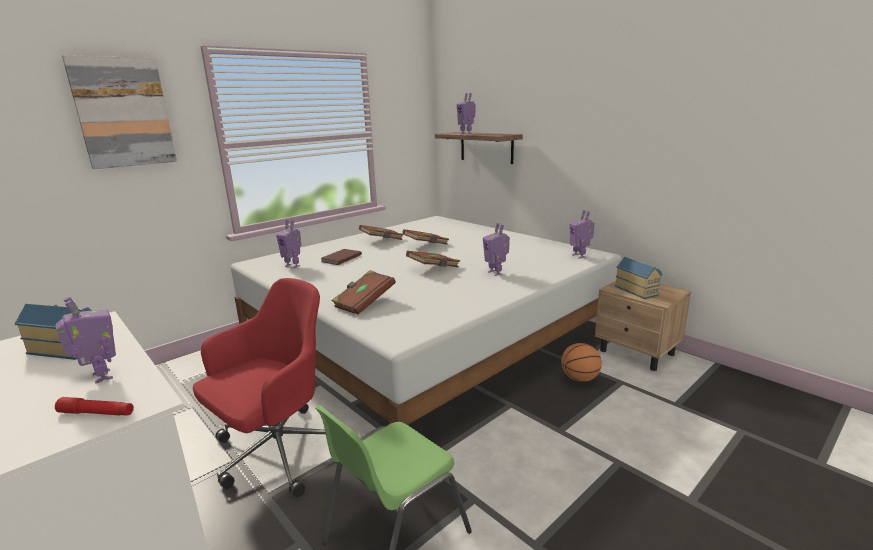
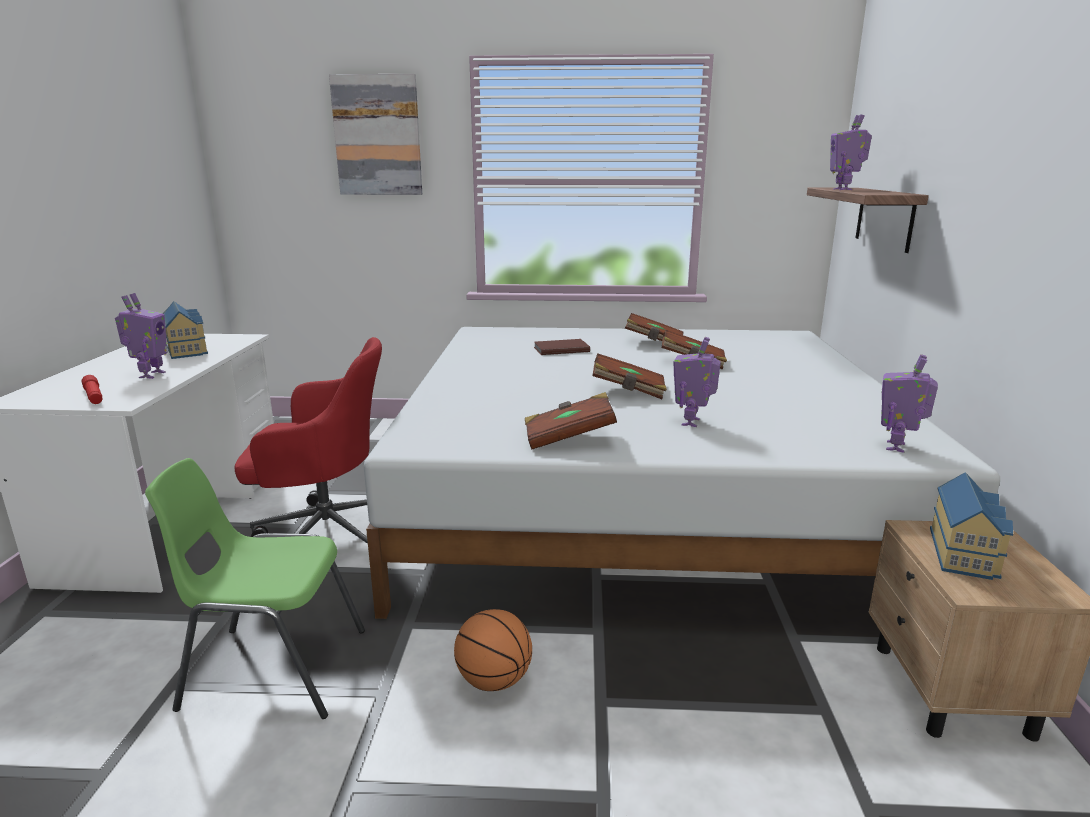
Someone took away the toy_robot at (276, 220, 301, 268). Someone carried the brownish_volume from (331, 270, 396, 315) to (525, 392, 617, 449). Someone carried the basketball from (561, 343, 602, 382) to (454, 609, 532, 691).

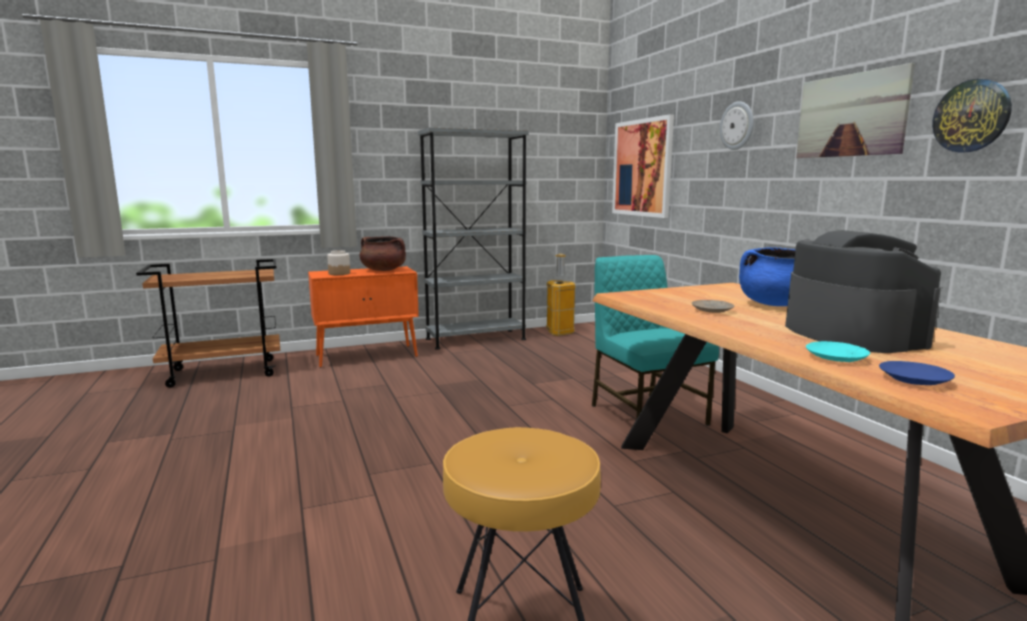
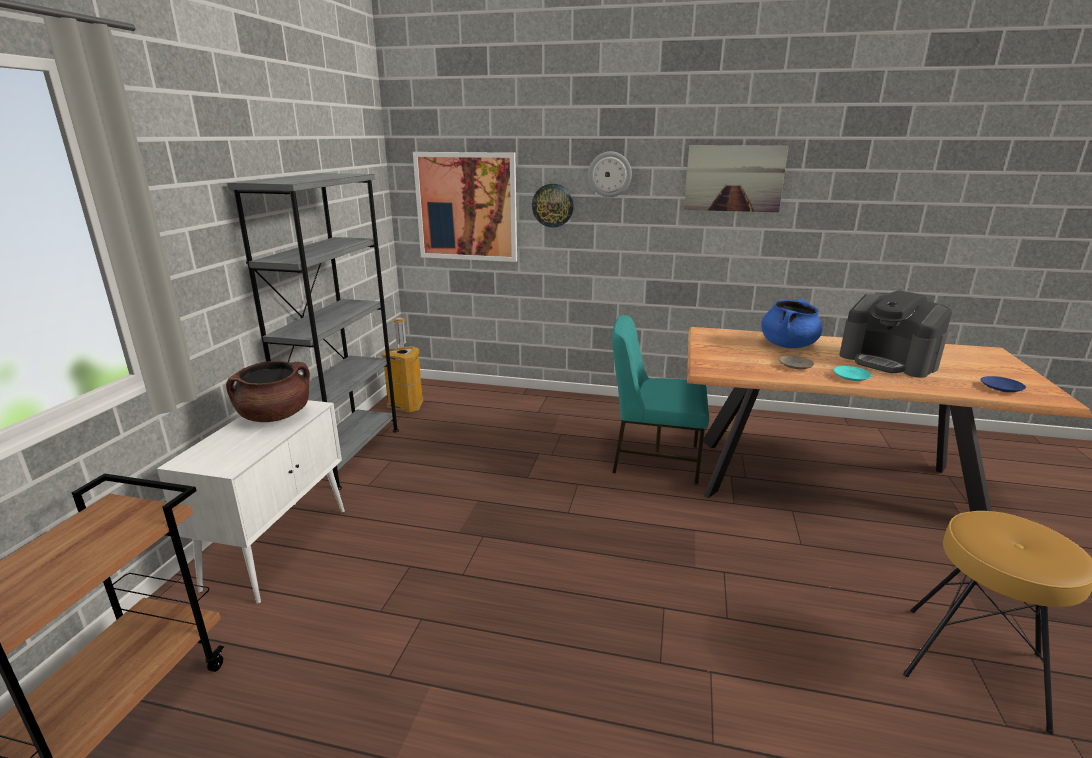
Someone carried the hanging_clock from (932, 79, 1012, 153) to (532, 184, 574, 228). Someone rotated the coffee_maker at (785, 230, 941, 353) by 150 degrees counterclockwise. Someone took away the storage_jar at (327, 250, 350, 275). Someone repainted the orangey_cupboard at (308, 266, 419, 368), which became the whitish_cupboard at (157, 400, 345, 604). Someone carried the turquoise_plate from (806, 341, 870, 362) to (834, 366, 871, 381).

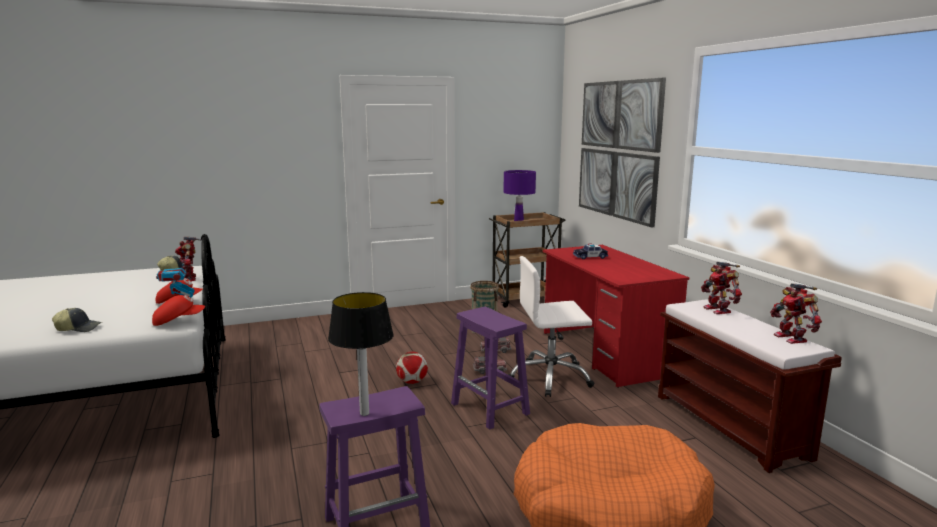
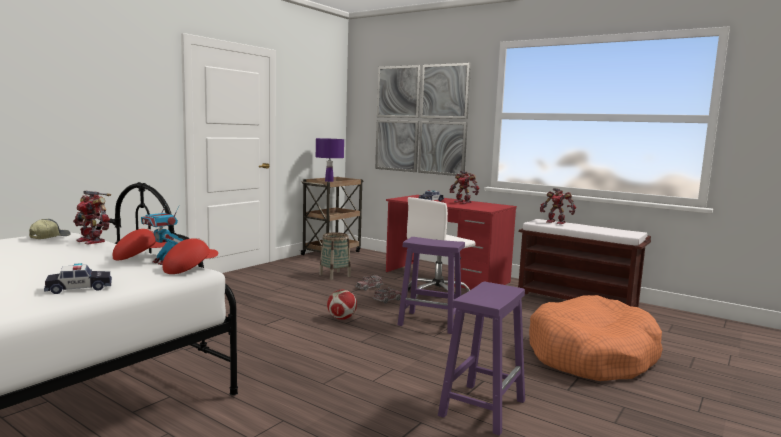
Someone carried the toy_robot from (770, 283, 822, 344) to (450, 171, 479, 204). Someone took away the tabletop_lamp at (328, 292, 394, 416). Someone swapped the cap at (52, 308, 102, 332) for the toy_car at (44, 263, 112, 294).

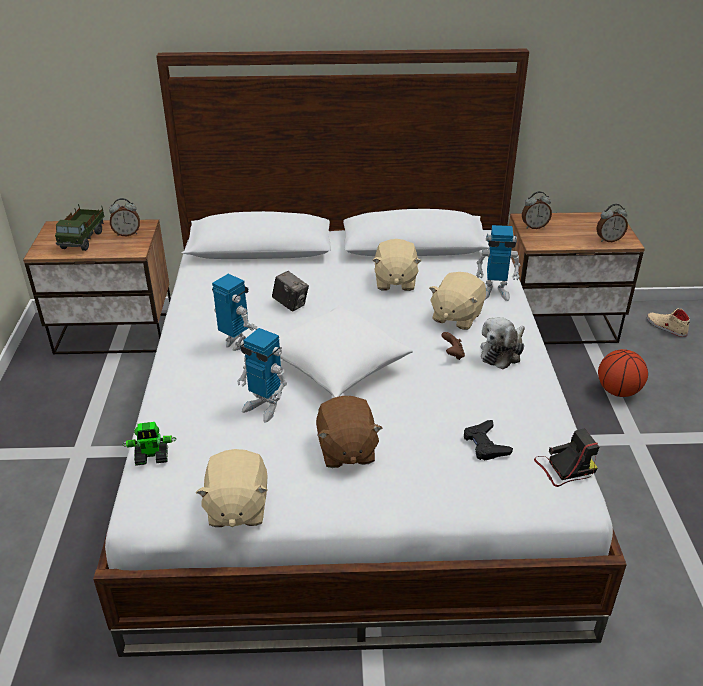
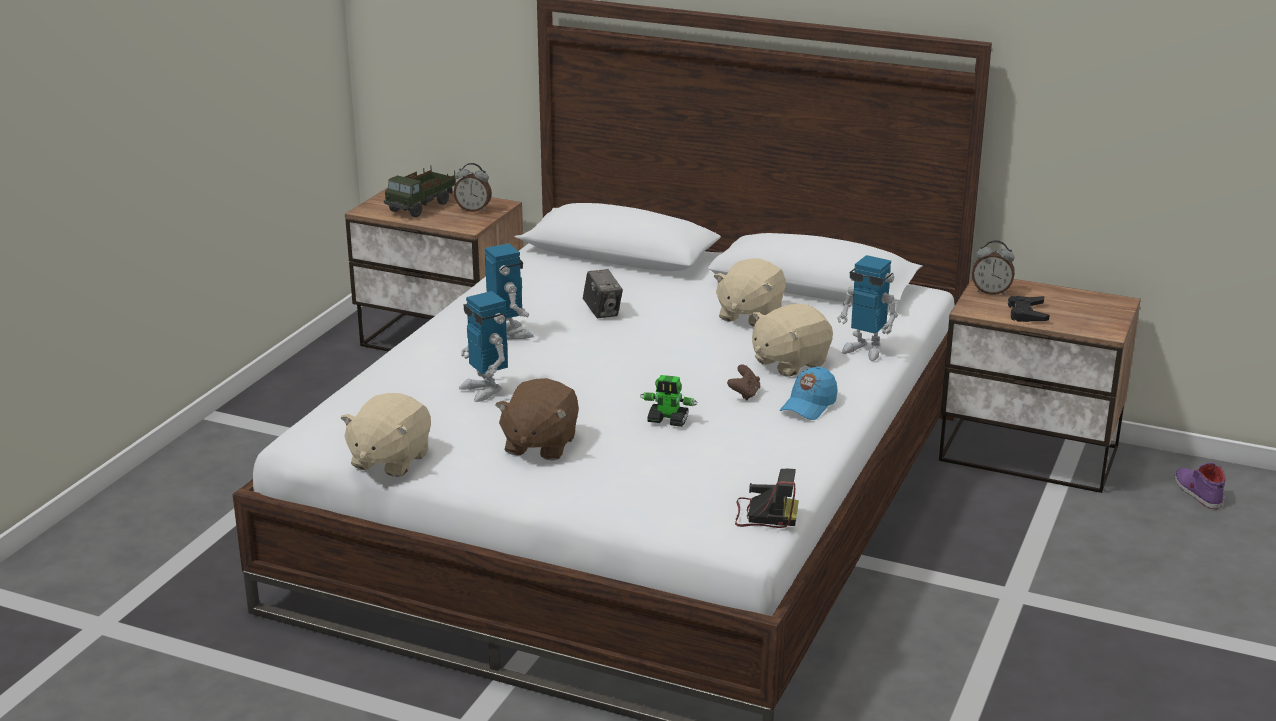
Someone took away the table_clock at (597, 204, 628, 242). Someone took away the whitish_throw_pillow at (279, 305, 413, 398). Someone repainted the beige-coloured_low_shoe at (647, 308, 690, 337), which became the purple-coloured_low_shoe at (1175, 463, 1226, 509). Someone swapped the cuddly_toy at (481, 317, 525, 369) for the blue-coloured_cap at (779, 367, 837, 420). Someone took away the basketball at (598, 349, 648, 397). Someone carried the black-coloured_joypad from (464, 420, 513, 461) to (1008, 296, 1050, 322). Someone carried the toy_robot from (123, 422, 176, 466) to (640, 375, 698, 427).

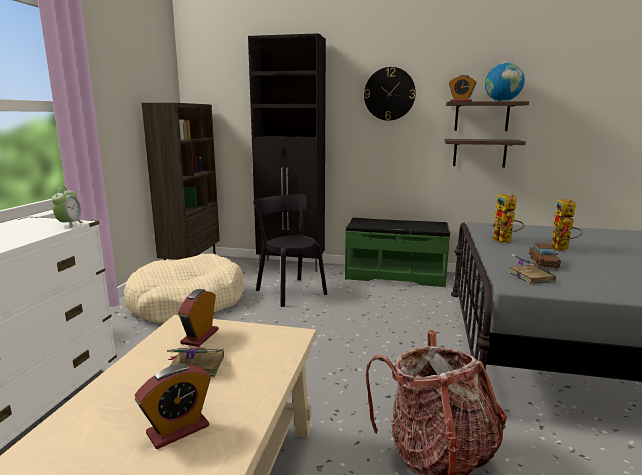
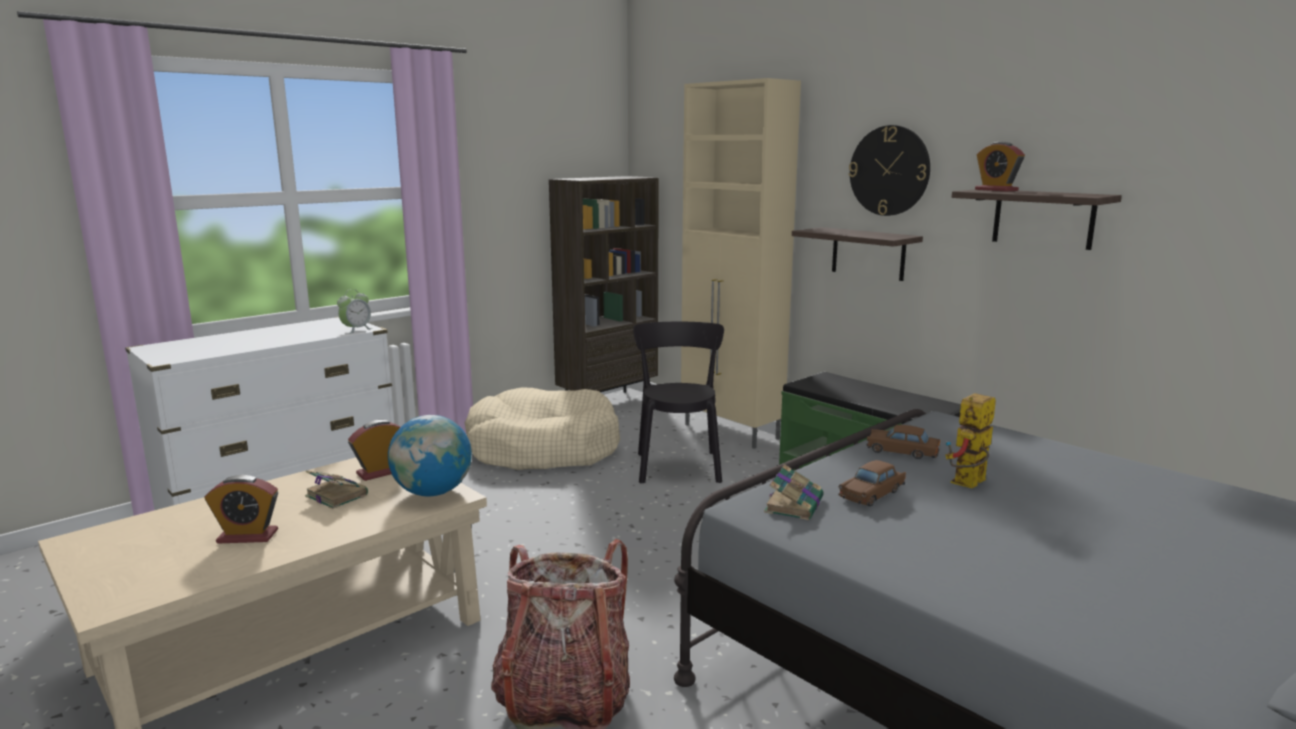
Someone repainted the black-coloured_cupboard at (248, 33, 326, 272), which became the beige-coloured_cupboard at (681, 78, 801, 449). Someone carried the desk_globe from (485, 63, 525, 101) to (388, 415, 472, 497). Someone carried the wall_shelf from (444, 139, 526, 168) to (792, 227, 923, 281). Someone swapped the toy_robot at (492, 194, 524, 243) for the brownish_toy_car at (866, 425, 940, 459).

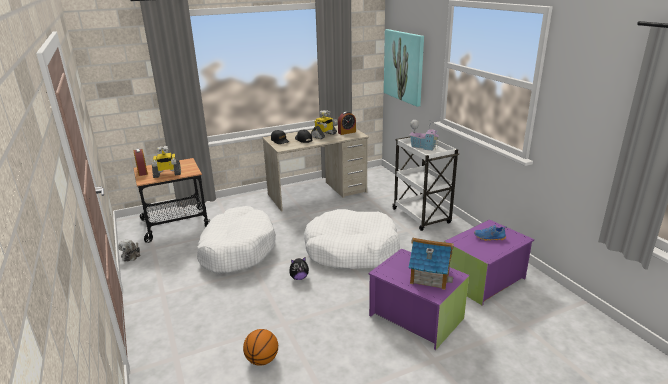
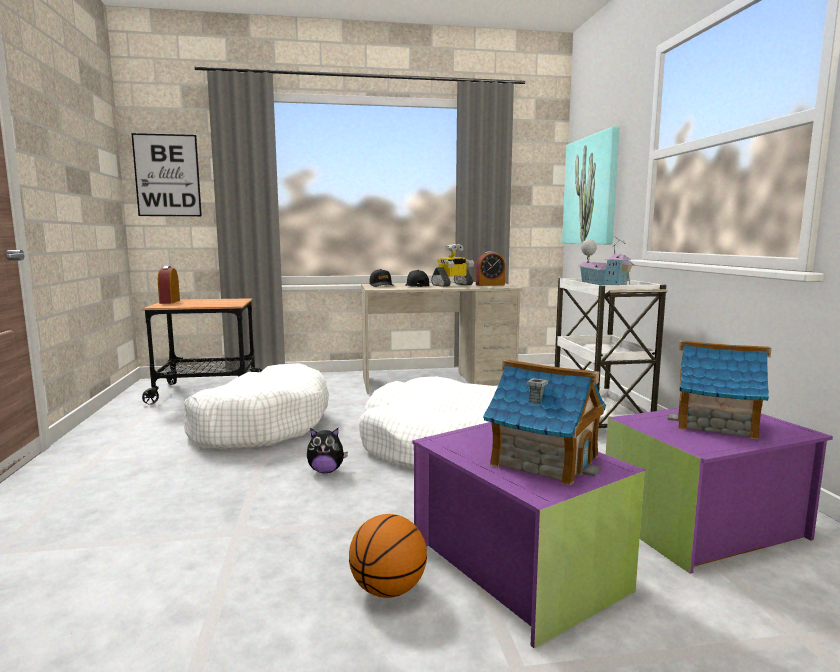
Someone took away the toy_robot at (152, 146, 181, 178). Someone swapped the blue-coloured_low_shoe at (474, 225, 507, 241) for the toy_house at (668, 340, 771, 440). Someone took away the cuddly_toy at (118, 240, 141, 262). Someone carried the basketball from (243, 329, 278, 366) to (349, 514, 427, 598). Someone put up the picture at (131, 133, 202, 216).

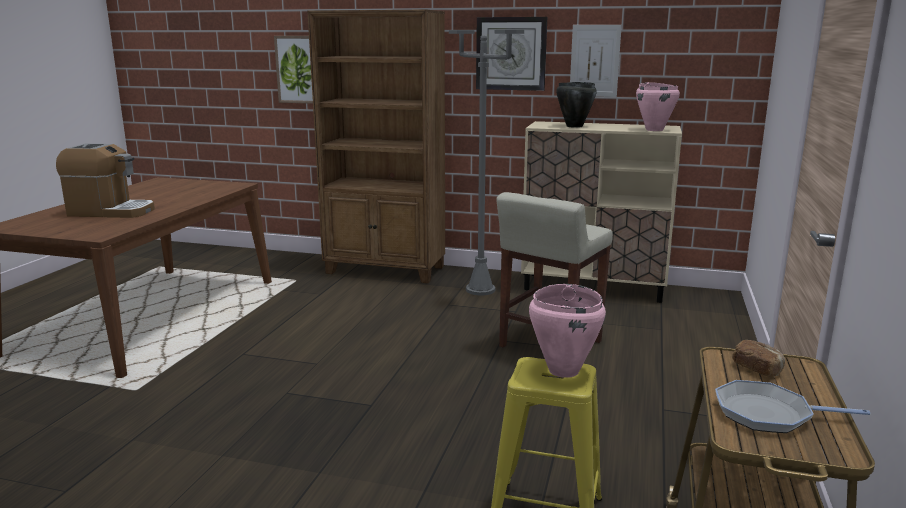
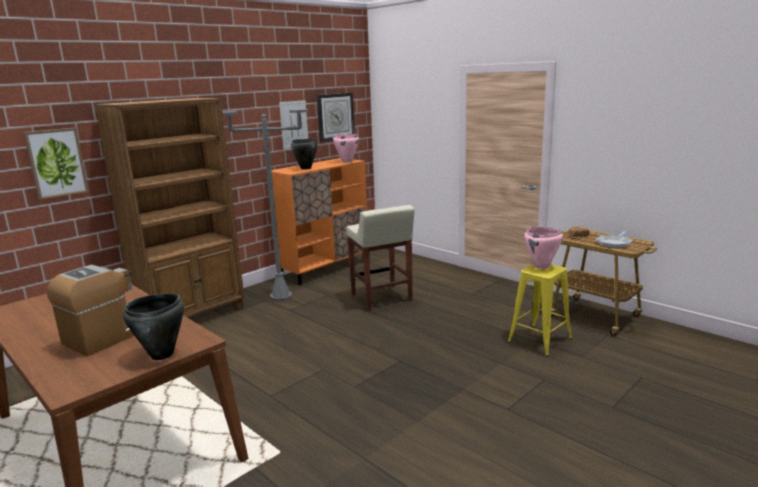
Someone carried the hanging_clock from (476, 17, 547, 91) to (317, 93, 355, 142). Someone repainted the beige-coloured_cupboard at (521, 121, 682, 303), which became the orangey_cupboard at (272, 158, 367, 285). Someone put down the black-coloured_saucepot at (123, 294, 184, 360).

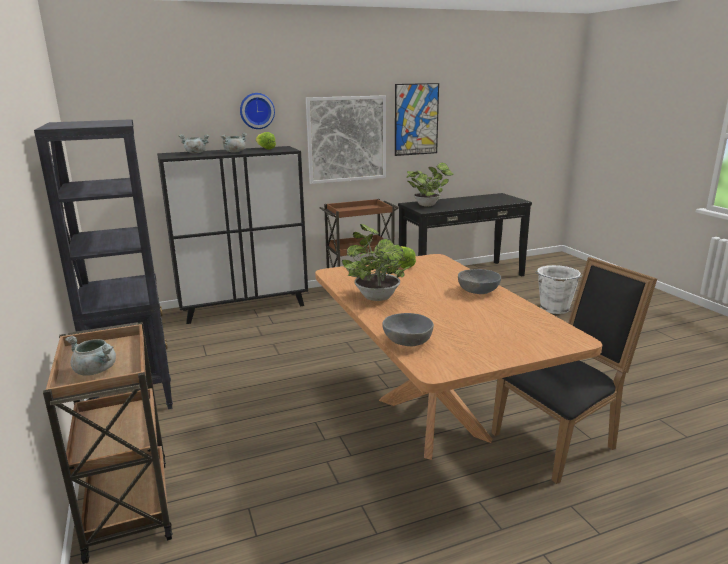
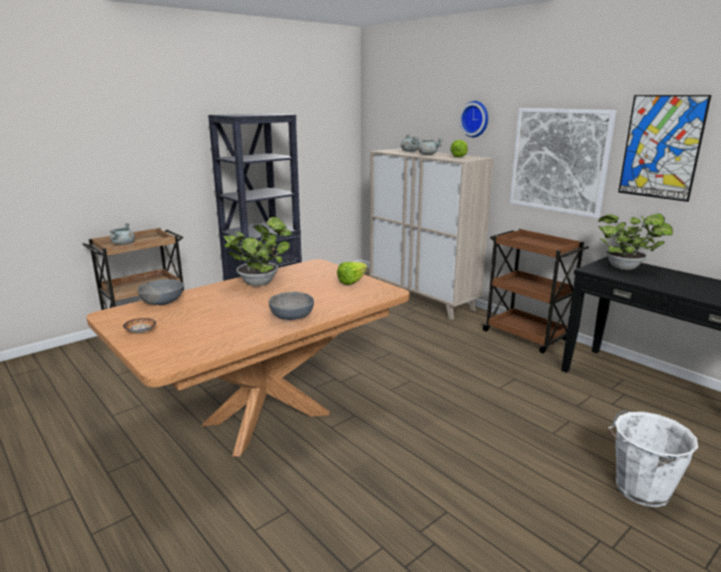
Someone repainted the black-coloured_cupboard at (157, 146, 308, 324), which became the beige-coloured_cupboard at (370, 148, 494, 320). Someone took away the black-coloured_chair at (491, 257, 657, 484). Someone put down the bowl at (123, 318, 156, 333).

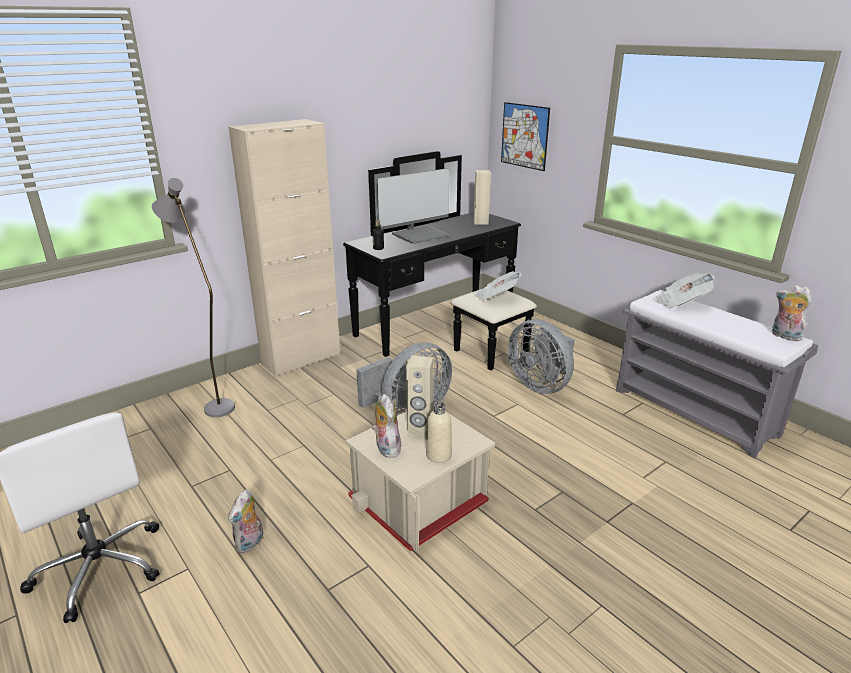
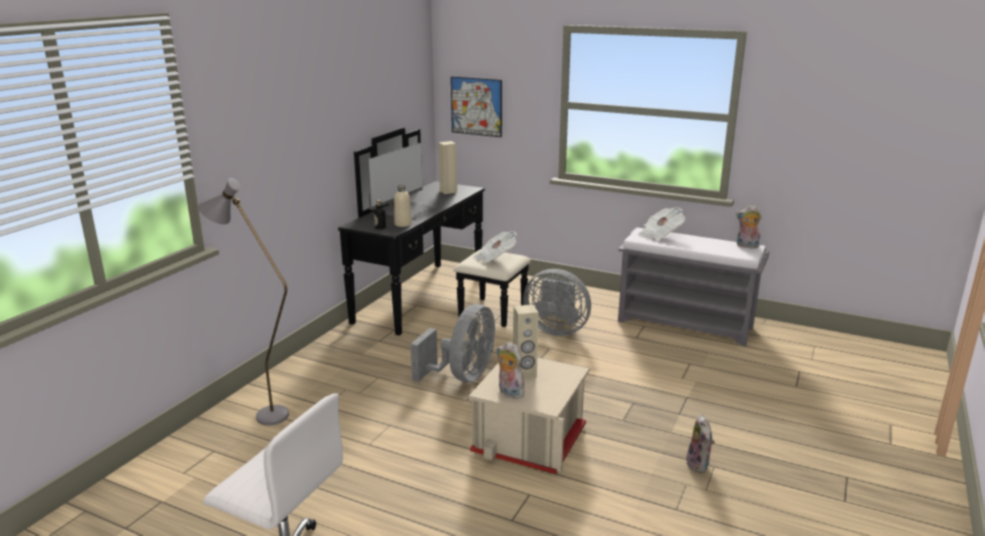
Someone took away the beige-coloured_cupboard at (229, 119, 340, 377). Someone carried the beige-coloured_bottle from (426, 402, 452, 463) to (394, 185, 412, 227). Someone carried the cuddly_toy from (228, 489, 263, 553) to (686, 414, 715, 473).

